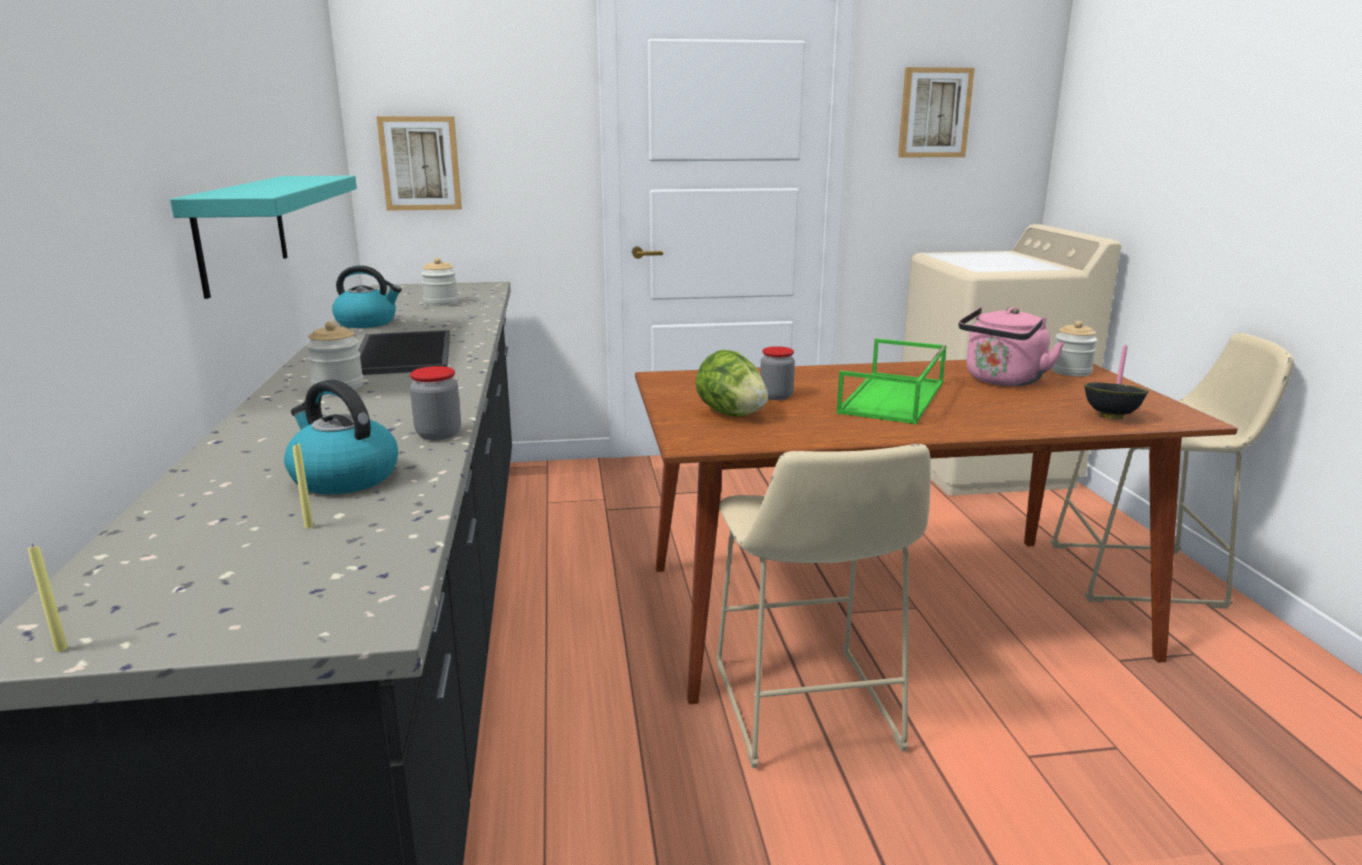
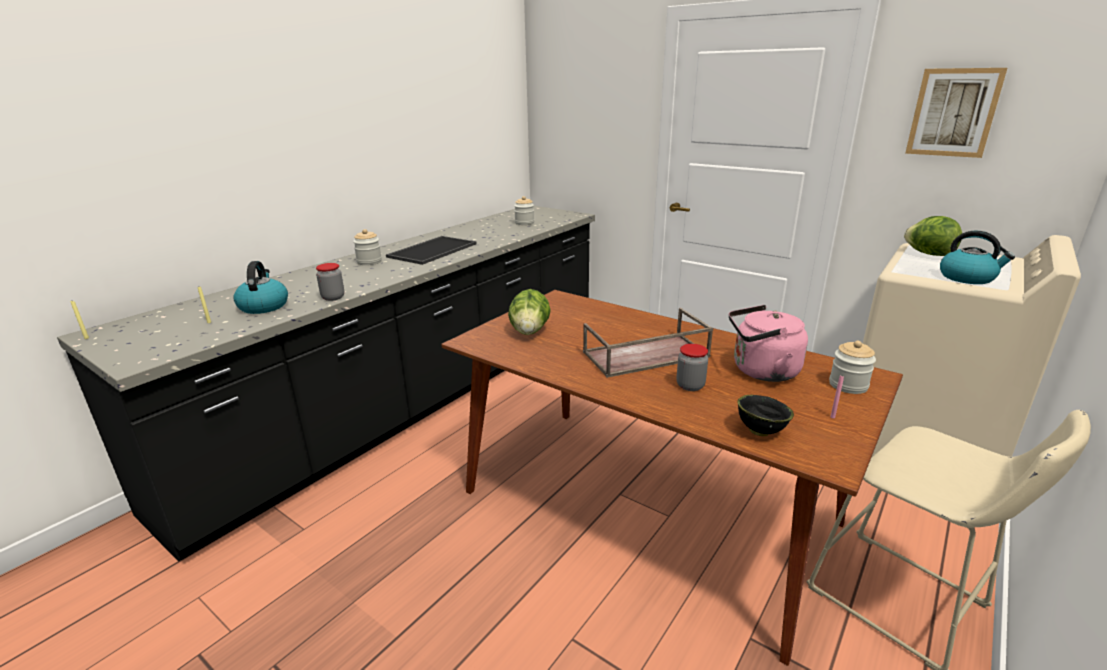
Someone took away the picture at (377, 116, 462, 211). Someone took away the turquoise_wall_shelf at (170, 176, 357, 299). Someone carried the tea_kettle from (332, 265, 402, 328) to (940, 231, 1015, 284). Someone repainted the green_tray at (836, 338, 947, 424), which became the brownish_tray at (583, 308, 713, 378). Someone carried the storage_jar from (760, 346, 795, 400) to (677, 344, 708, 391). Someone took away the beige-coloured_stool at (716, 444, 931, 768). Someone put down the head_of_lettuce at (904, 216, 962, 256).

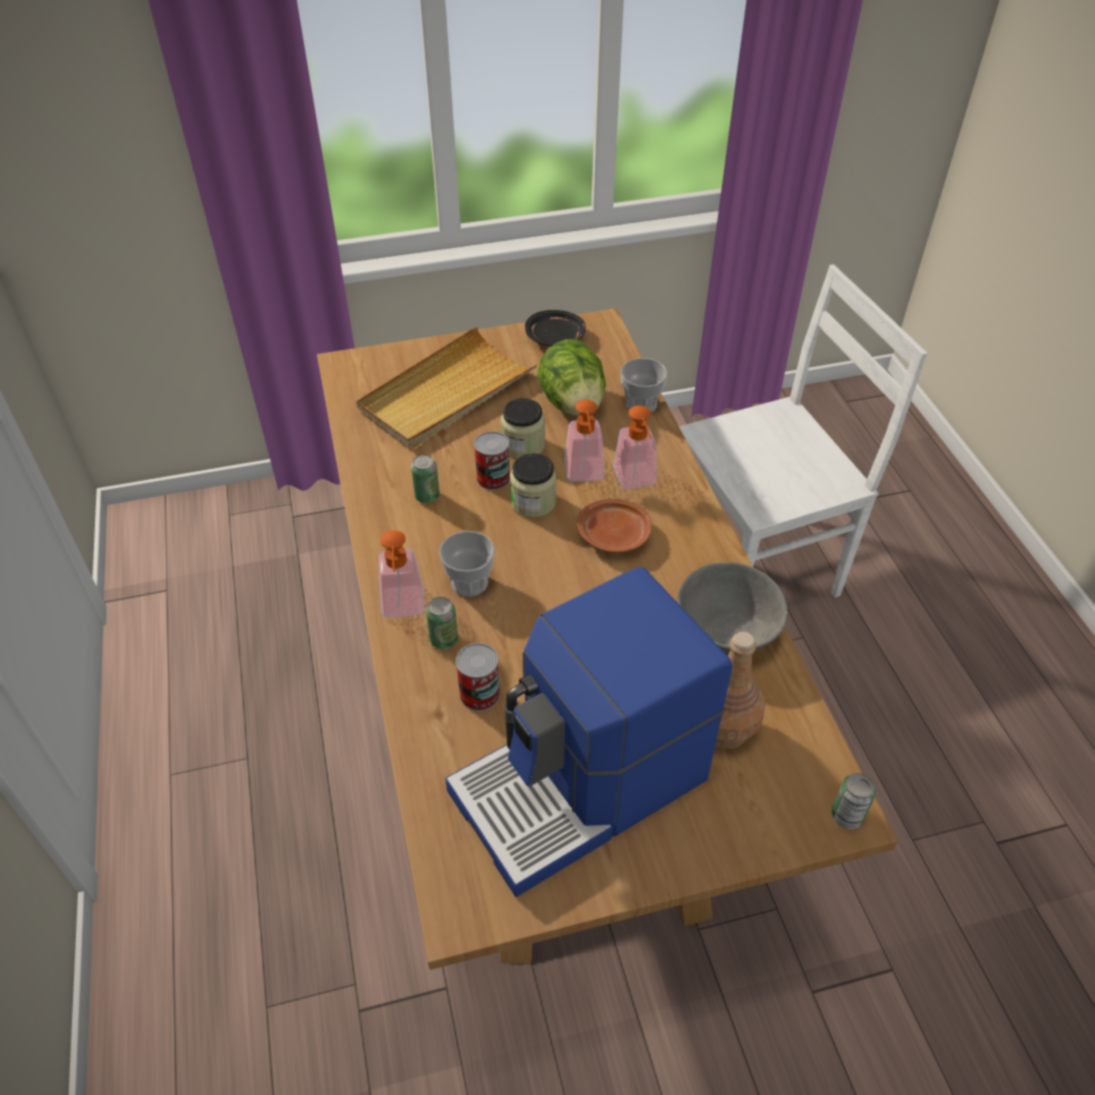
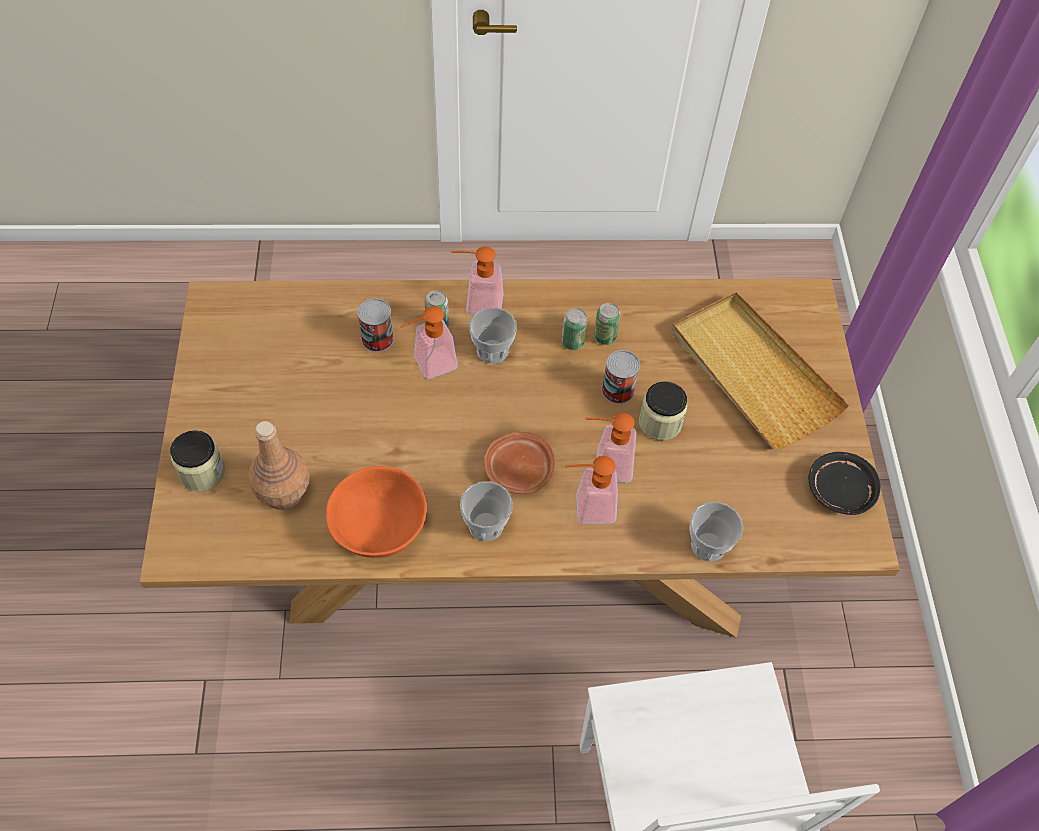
Someone took away the head_of_lettuce at (537, 339, 606, 416). Someone carried the storage_jar from (510, 453, 556, 517) to (170, 430, 225, 491). Someone repainted the gray_bowl at (678, 562, 788, 656), which became the orangey_bowl at (326, 466, 427, 558). Someone took away the coffee_maker at (445, 567, 732, 897). Someone carried the can from (831, 773, 876, 829) to (562, 308, 588, 350). Someone put down the soap_bottle at (400, 306, 458, 379). Someone put down the cup at (460, 481, 513, 541).

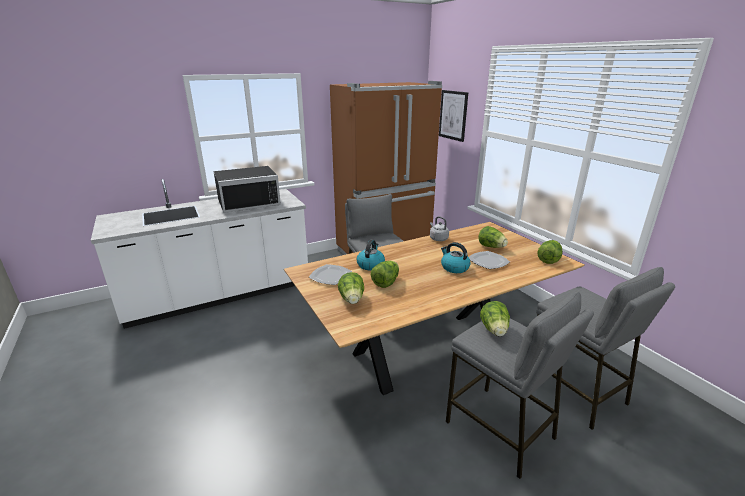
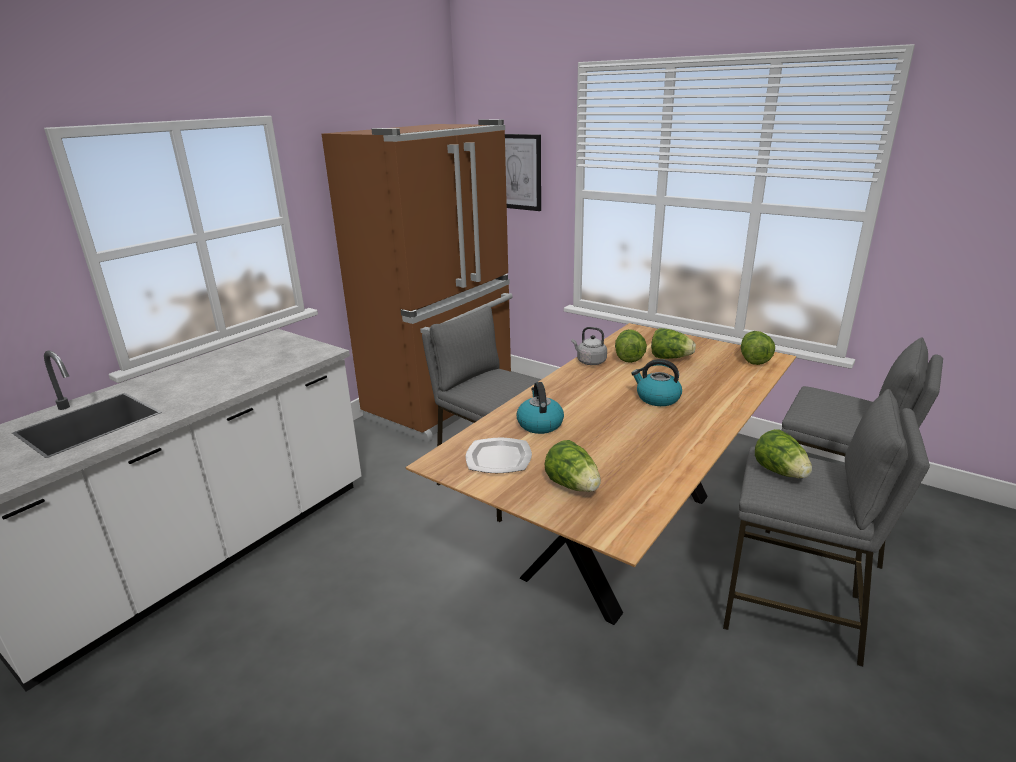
Someone took away the black-coloured_kitchen_microwave at (214, 166, 281, 213). Someone took away the plate at (469, 251, 510, 269). Someone carried the head_of_lettuce from (371, 261, 399, 288) to (615, 329, 647, 363).

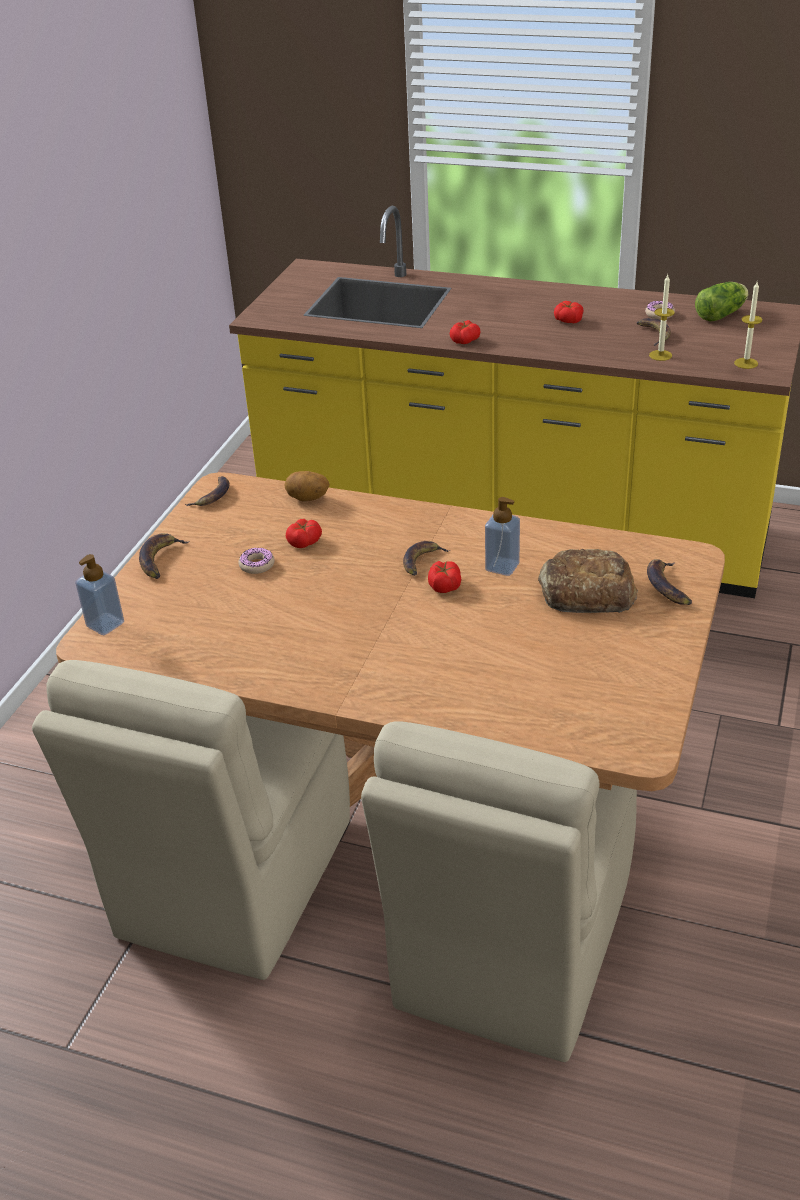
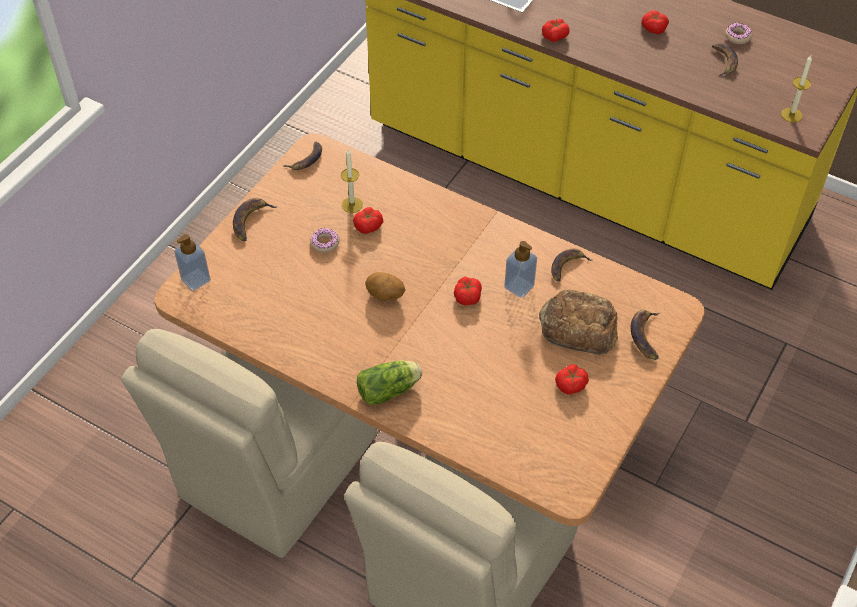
Someone carried the wax_candle from (649, 275, 675, 361) to (341, 149, 363, 213). Someone carried the head_of_lettuce from (695, 282, 749, 321) to (357, 360, 422, 405). Someone carried the spud from (284, 471, 330, 501) to (365, 272, 405, 301). Someone carried the banana from (403, 541, 450, 576) to (551, 249, 592, 282). Someone put down the fresh_tomato at (555, 365, 589, 395).

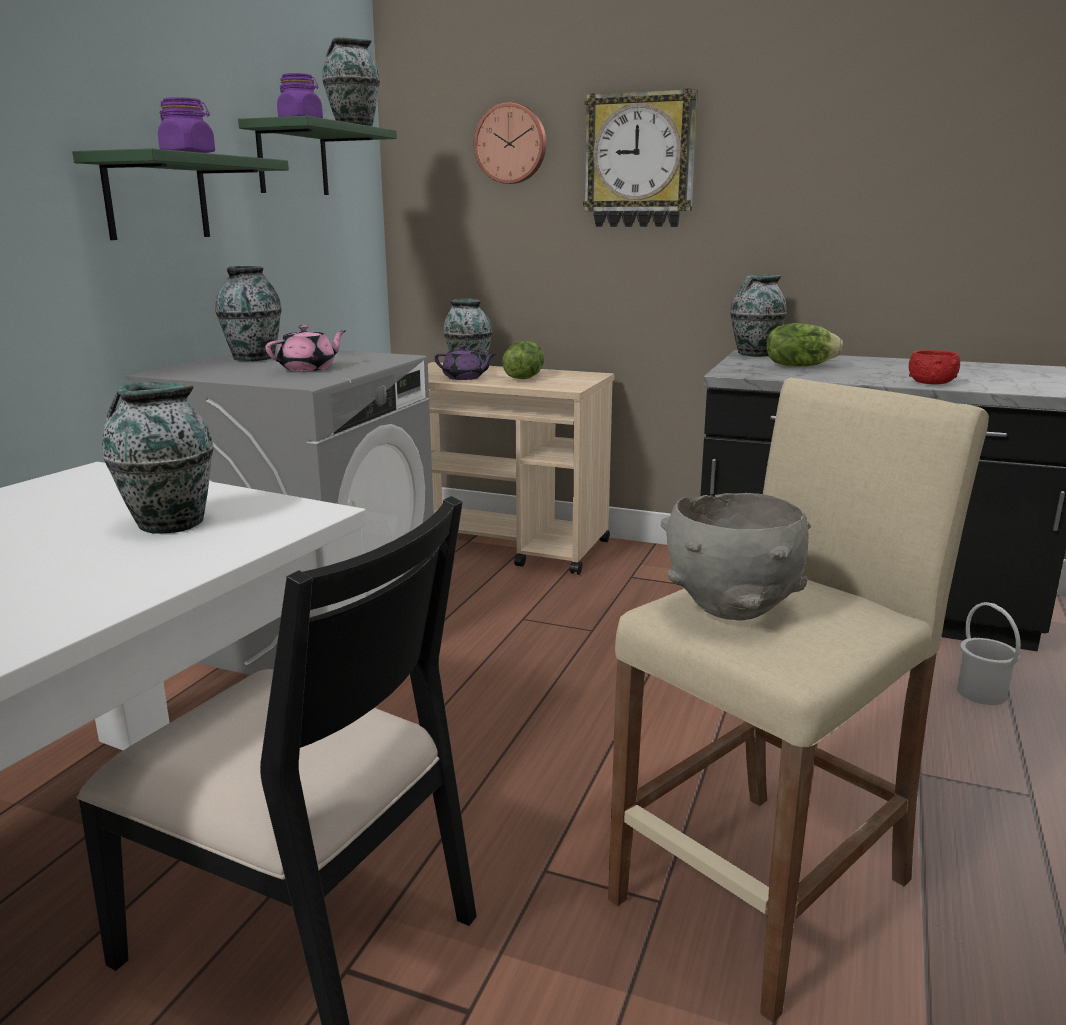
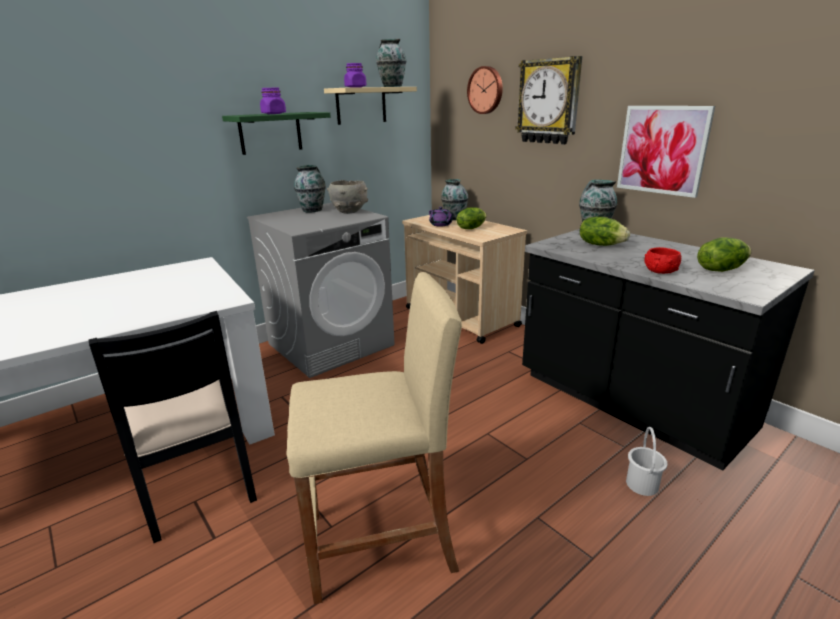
Someone repainted the green_wall_shelf at (238, 116, 397, 195), which became the beige-coloured_wall_shelf at (324, 87, 417, 125). Someone took away the pink_tea_pot at (266, 325, 346, 371). Someone took away the decorative_vase at (102, 382, 214, 534). Someone carried the gray_bowl from (660, 493, 811, 621) to (327, 180, 368, 214). Someone put up the picture at (617, 106, 715, 198). Someone put down the head_of_lettuce at (697, 237, 751, 272).

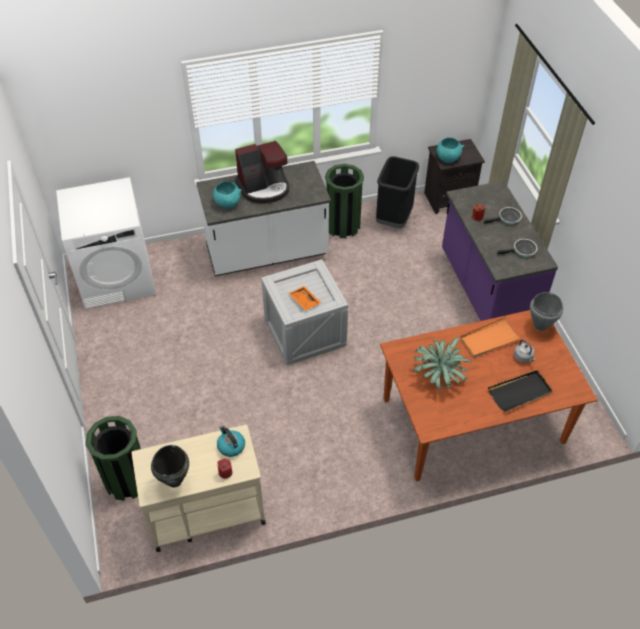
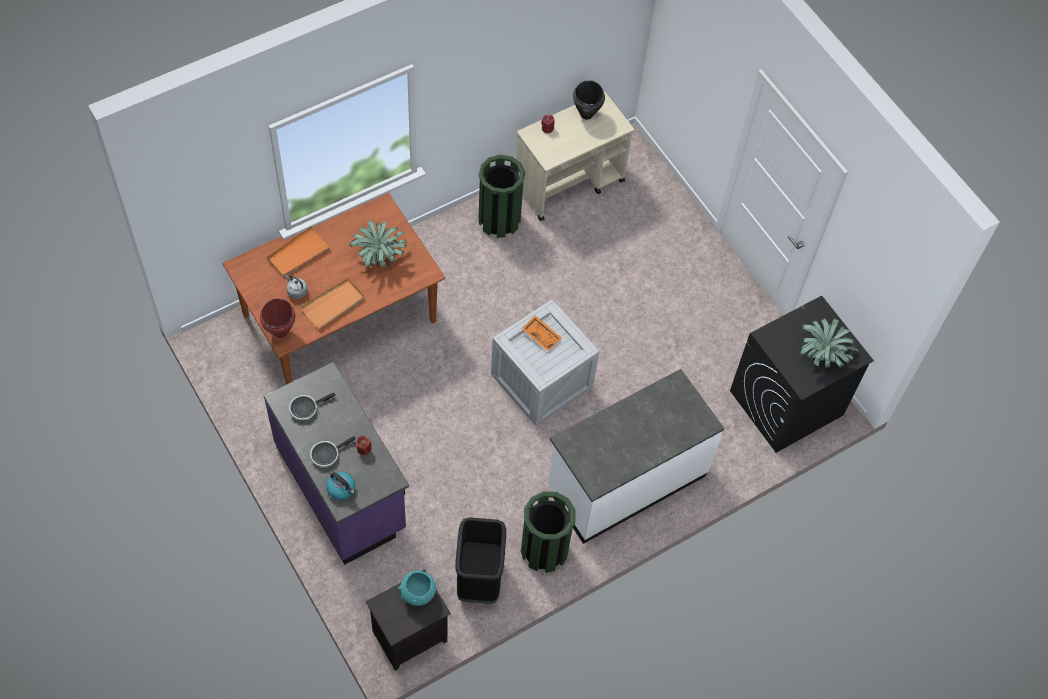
Someone took away the coffee_maker at (235, 141, 289, 203). Someone repainted the whitish_laundry_machine at (56, 177, 156, 309), which became the black-coloured_laundry_machine at (730, 296, 874, 453). Someone took away the turquoise_bowl at (213, 181, 242, 209). Someone repainted the gray_saucepot at (530, 292, 563, 331), which became the red-coloured_saucepot at (260, 298, 295, 338). Someone repainted the black-coloured_tray at (488, 370, 553, 412), which became the orangey_tray at (267, 226, 331, 277). Someone carried the green_trash_can from (85, 416, 141, 501) to (479, 155, 525, 238). Someone carried the tea_kettle from (217, 425, 245, 457) to (326, 472, 355, 500). Someone put down the plant_in_a_pot at (800, 318, 859, 368).

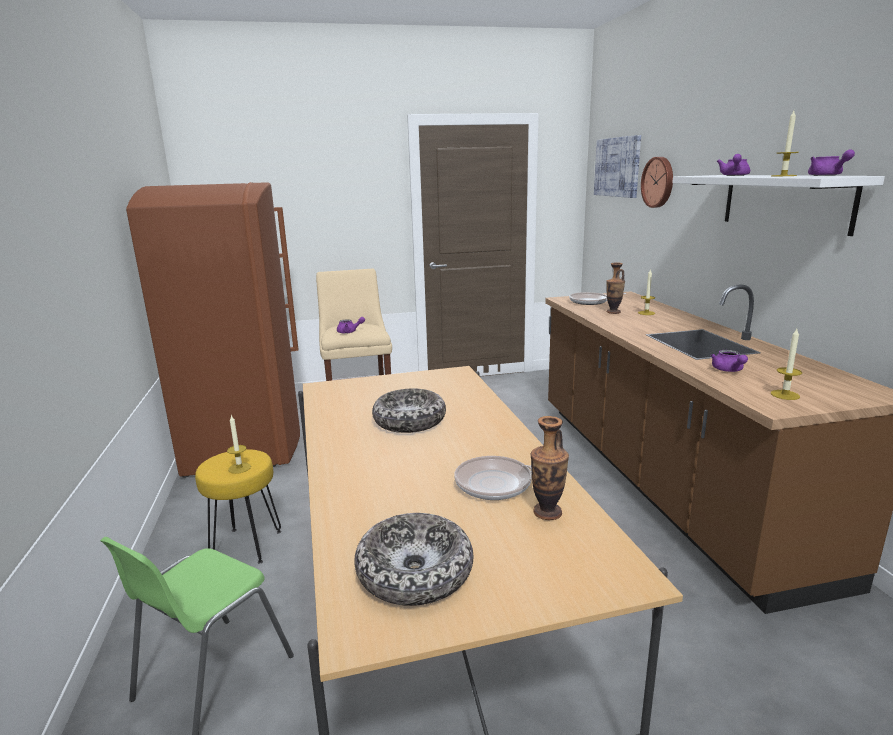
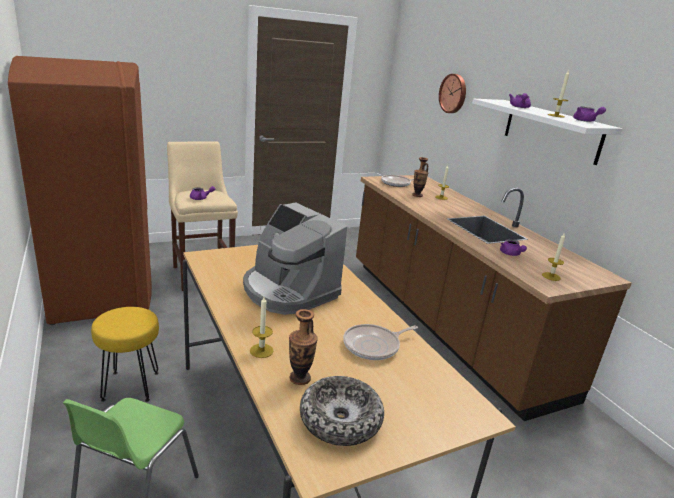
Someone took away the picture at (594, 135, 641, 198). Someone swapped the bowl at (372, 389, 446, 433) for the coffee_maker at (243, 203, 347, 315). Someone carried the wax_candle from (227, 415, 251, 474) to (250, 297, 274, 358). Someone carried the decorative_vase from (531, 416, 569, 520) to (289, 309, 318, 385).

